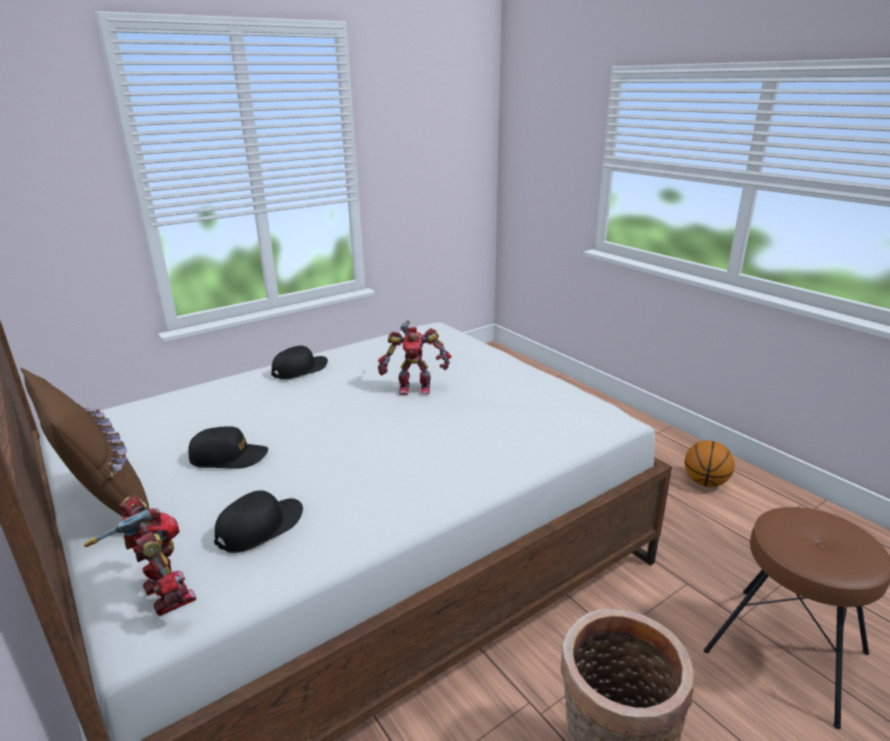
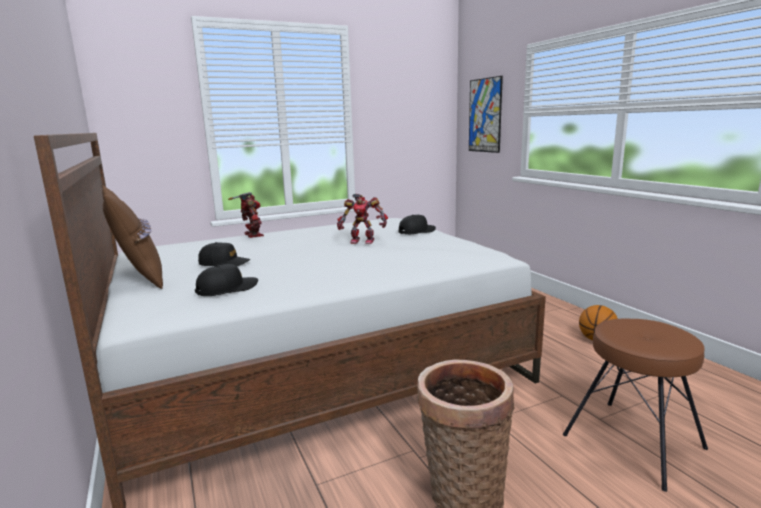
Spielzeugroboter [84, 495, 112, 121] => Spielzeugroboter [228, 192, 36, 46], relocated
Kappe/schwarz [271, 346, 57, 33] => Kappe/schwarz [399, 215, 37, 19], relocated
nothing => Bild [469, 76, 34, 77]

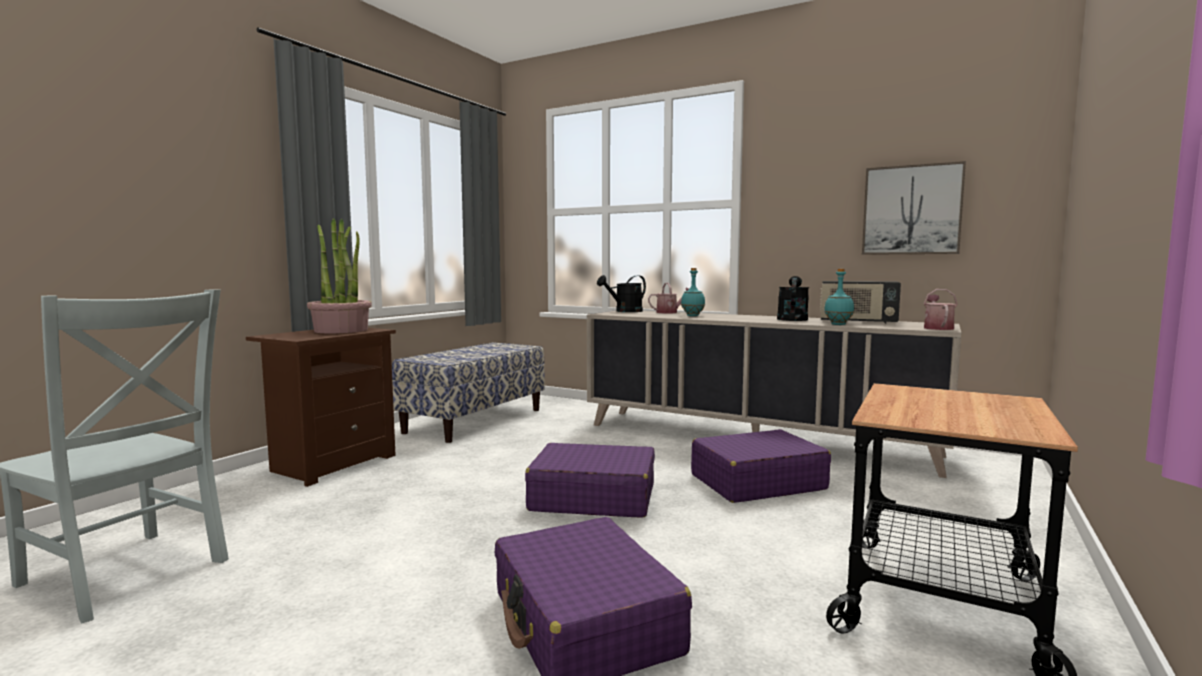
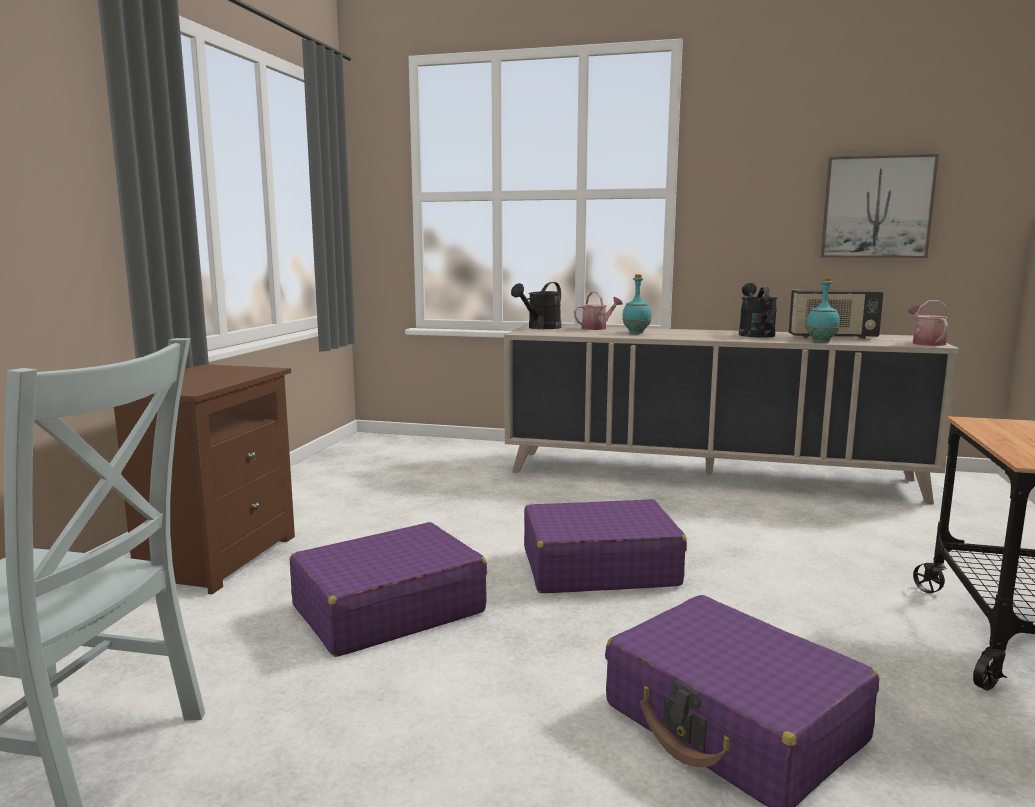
Koffer/lila [691, 429, 140, 74] => Koffer/lila [290, 522, 197, 135], relocated
Topfpflanze [307, 218, 65, 115] => nothing
Bank [392, 342, 153, 101] => nothing

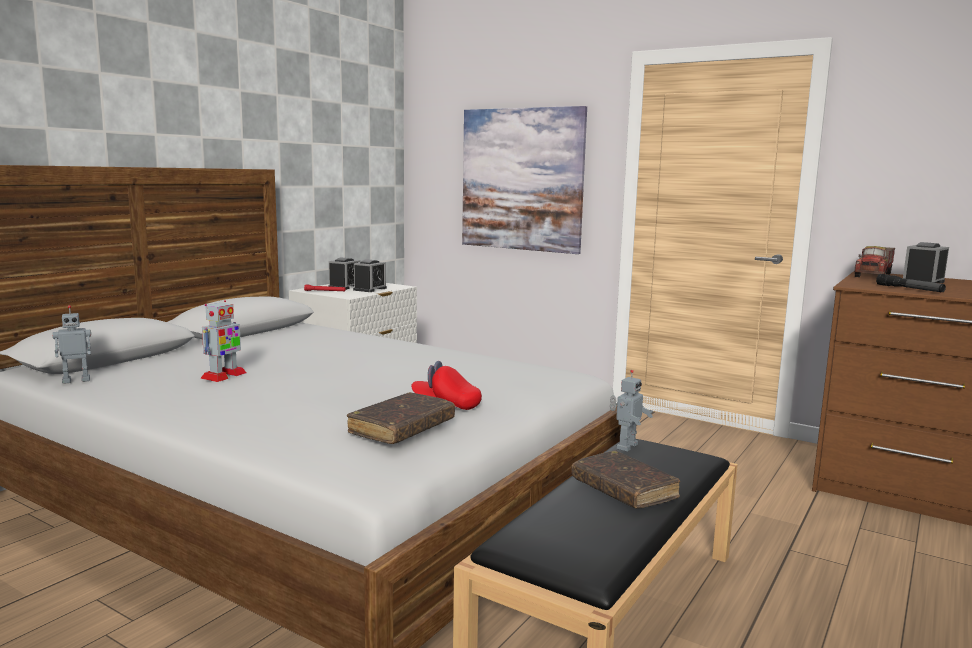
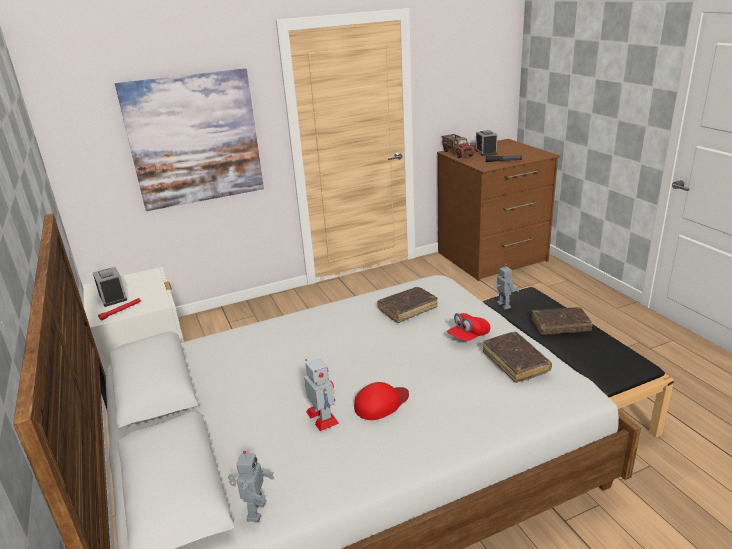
nothing => Kappe/rot [354, 382, 55, 38]
nothing => Buch/braun [377, 287, 61, 36]
Wecker [353, 259, 34, 33] => nothing

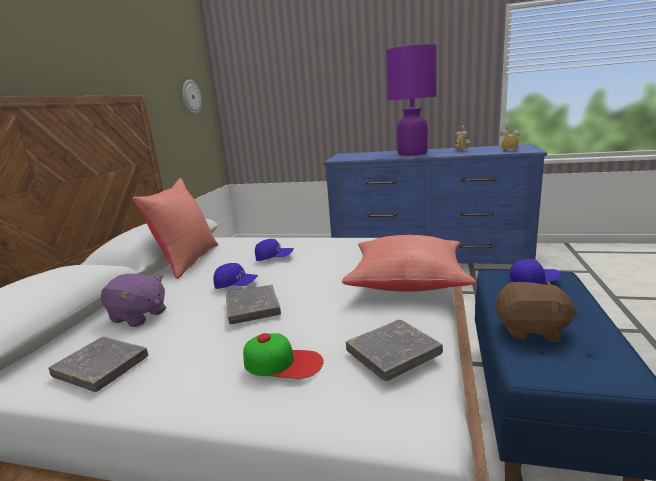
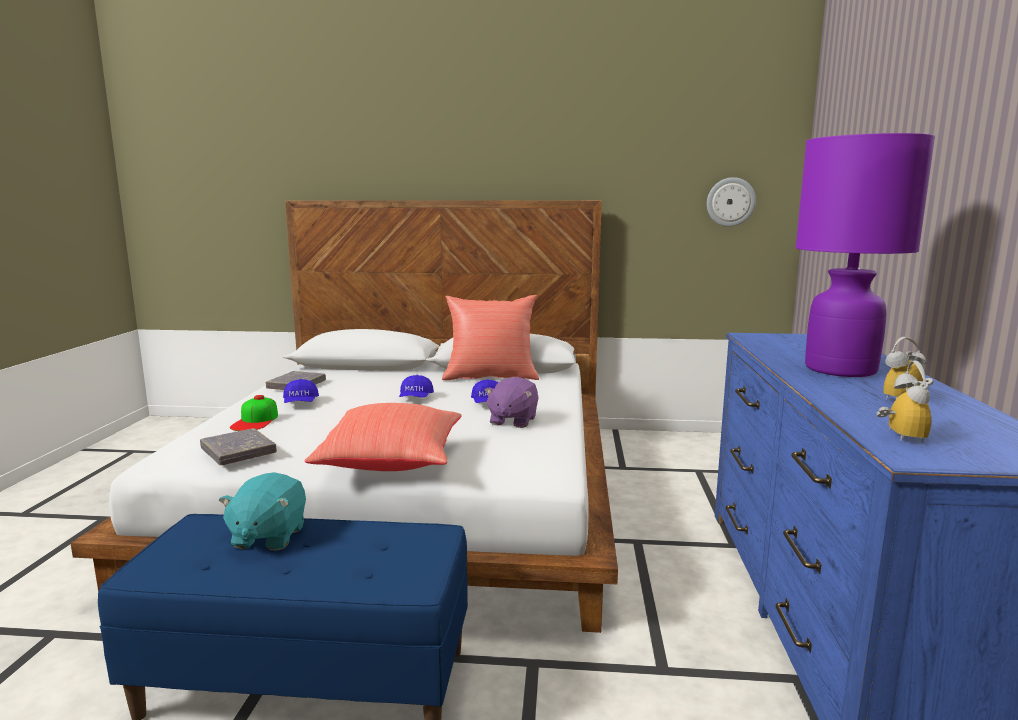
Plüschtier/braun [494, 281, 84, 61] => Plüschtier/türkis [219, 472, 87, 79]
Kappe/blau [509, 259, 52, 25] => Kappe/blau [283, 379, 36, 24], relocated
Plüschtier/lila [101, 274, 65, 53] => Plüschtier/lila [485, 377, 54, 51], relocated
Buch/grau [226, 285, 55, 39] => nothing

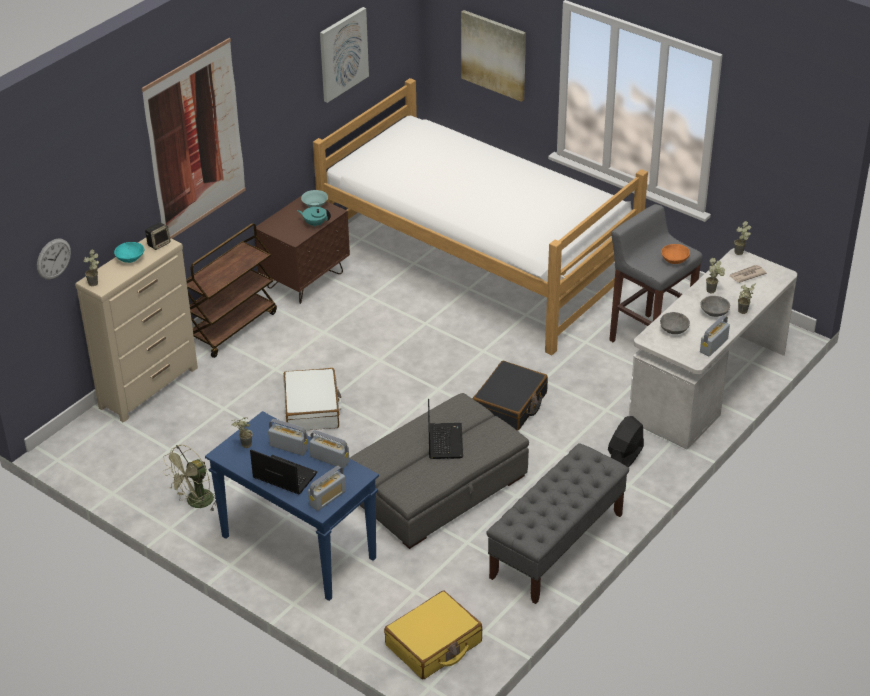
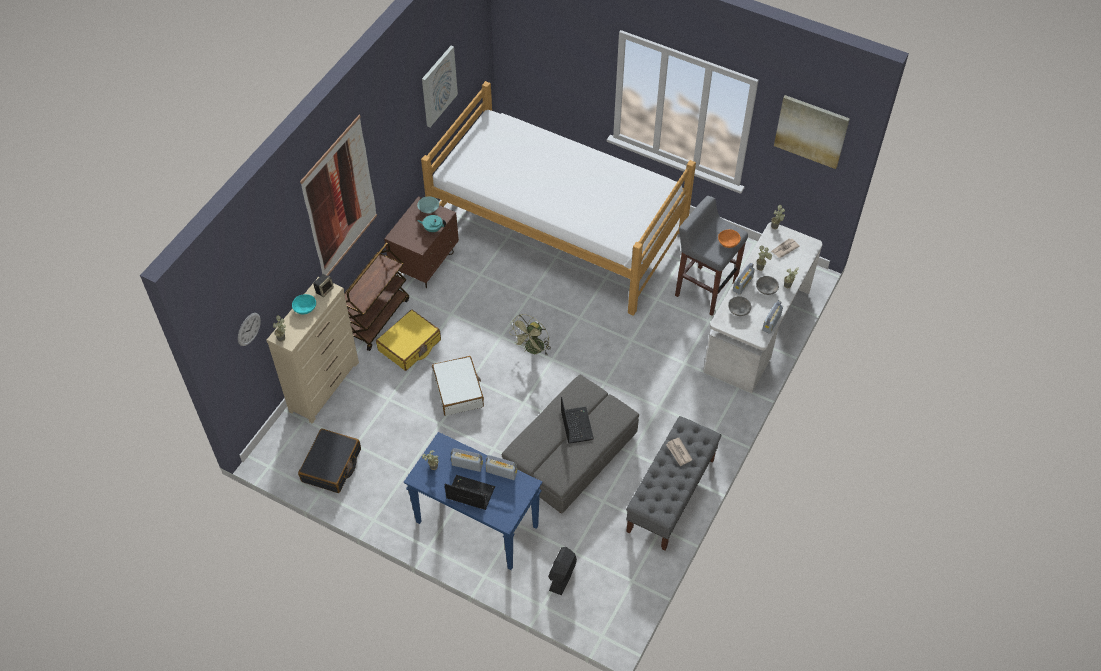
Koffer/schwarz [473, 361, 75, 70] => Koffer/schwarz [298, 428, 63, 65], relocated
Koffer/gelb [384, 591, 98, 88] => Koffer/gelb [376, 310, 65, 61], relocated
Ventilator/grün [163, 444, 54, 68] => Ventilator/grün [509, 314, 42, 41], relocated
Ventilator/schwarz [608, 416, 36, 52] => Ventilator/schwarz [548, 547, 29, 48], relocated
nothing => Zeitung [666, 438, 26, 29]
Radio [308, 466, 38, 45] => Radio [733, 263, 22, 32], relocated
Bild [461, 10, 65, 92] => Bild [774, 95, 76, 74], relocated

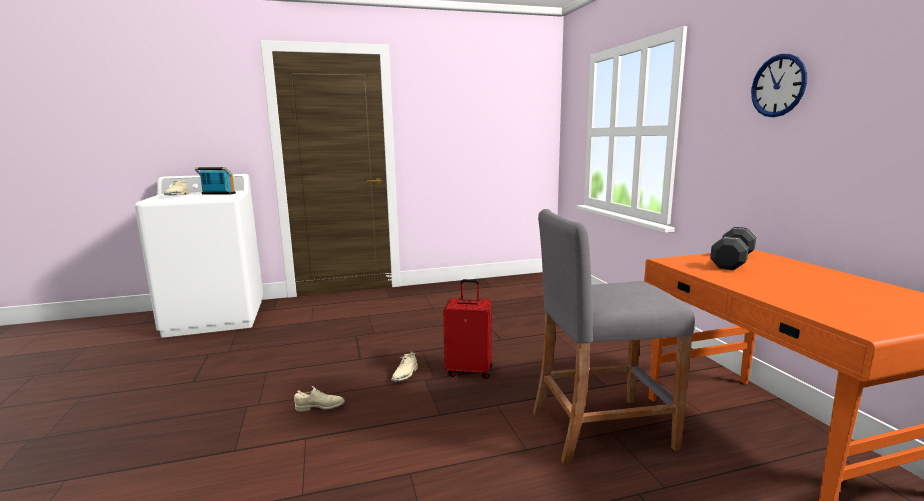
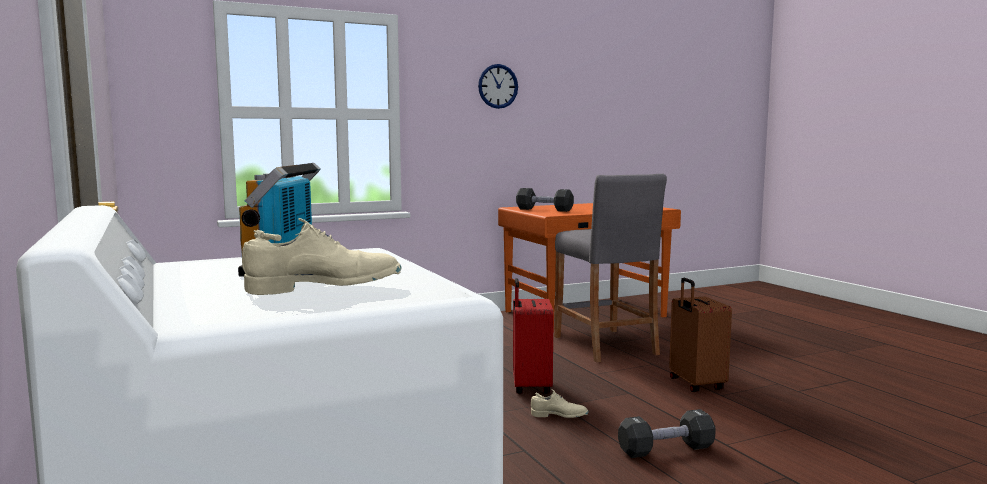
Schuh/beige [294, 386, 51, 26] => Hantel/schwarz [618, 409, 98, 49]
nothing => Koffer/braun [669, 278, 63, 114]

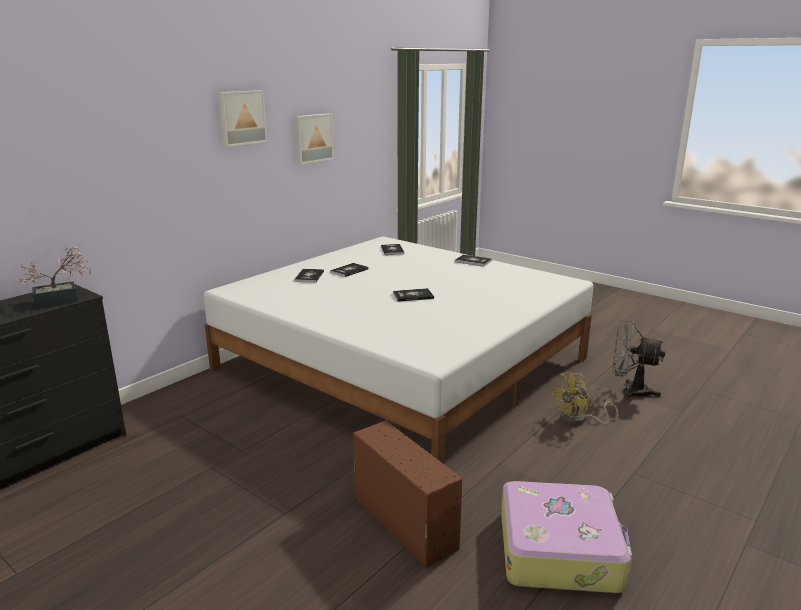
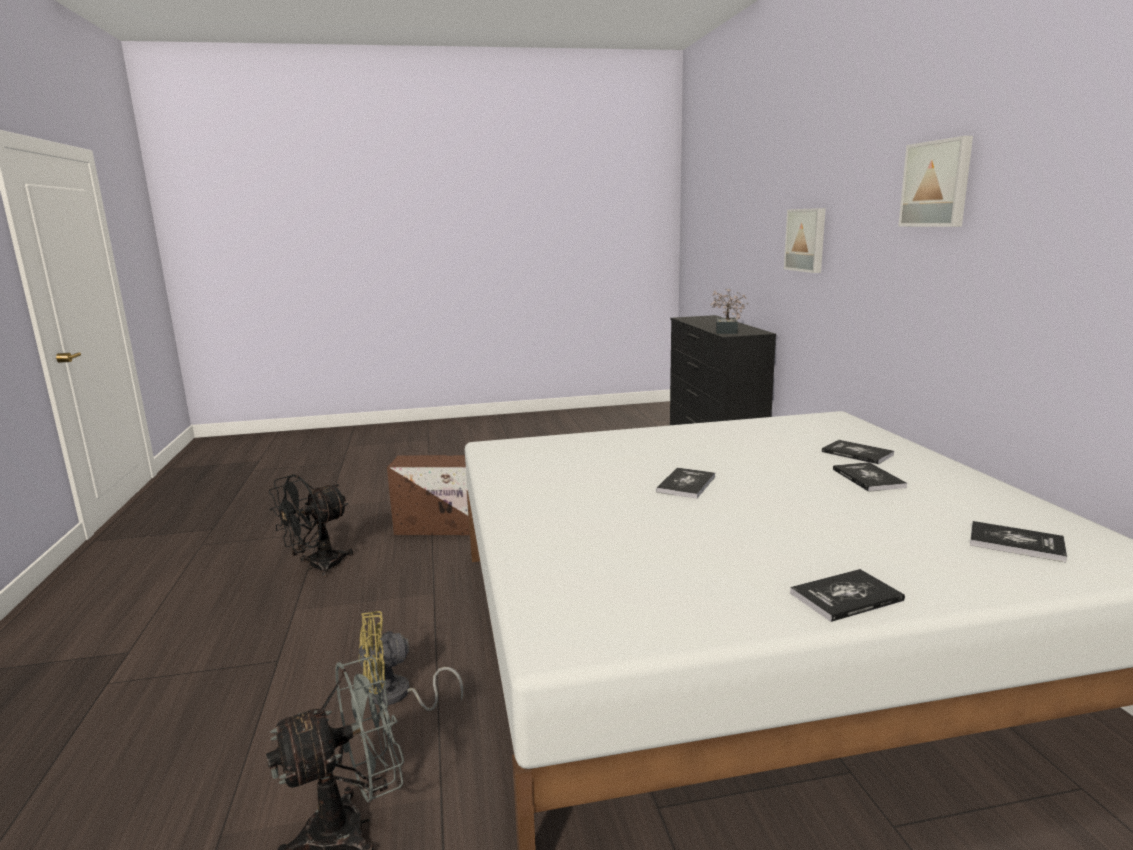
Koffer [501, 481, 131, 112] => Ventilator/schwarz [269, 474, 84, 103]
Ventilator/gelb [551, 372, 67, 53] => Ventilator/gelb [359, 611, 105, 100], 120 degrees counterclockwise
Bild [295, 113, 39, 51] => Bild [784, 208, 42, 65], relocated

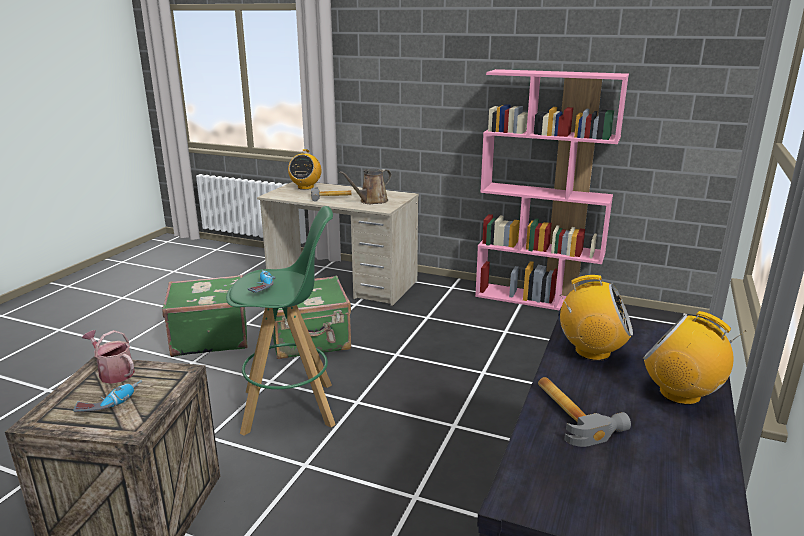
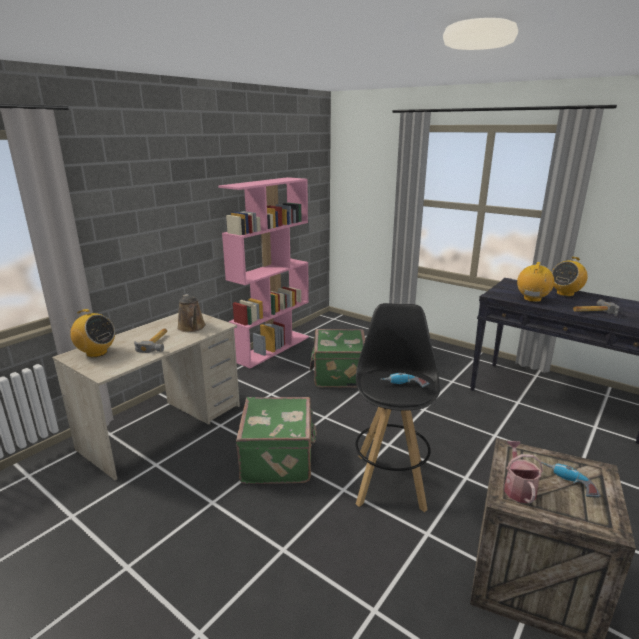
Koffer/grün [162, 275, 86, 82] => Koffer/grün [310, 329, 55, 59], relocated
Hocker/grün [226, 206, 110, 230] => Hocker/schwarz [355, 303, 85, 209]
Gießkanne [82, 330, 53, 54] => Gießkanne [504, 441, 39, 62], 135 degrees clockwise

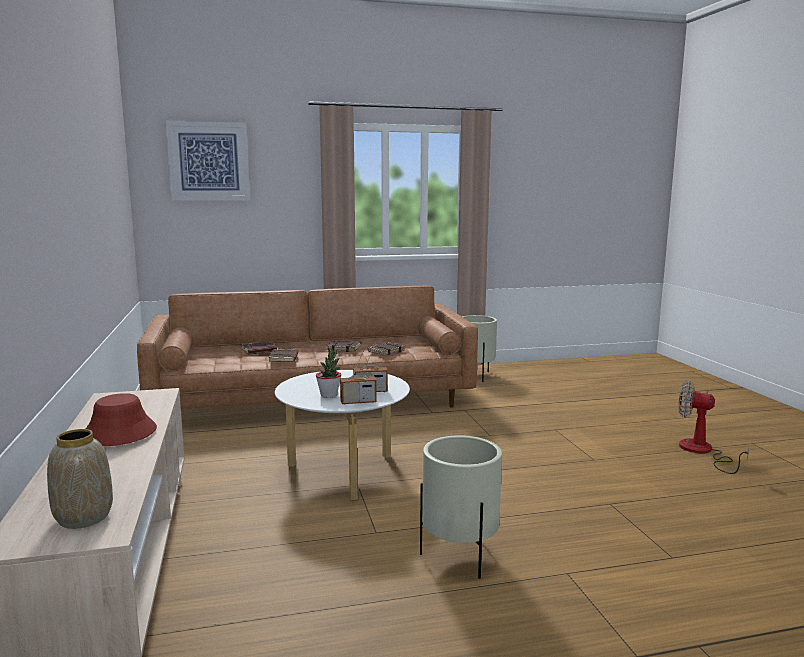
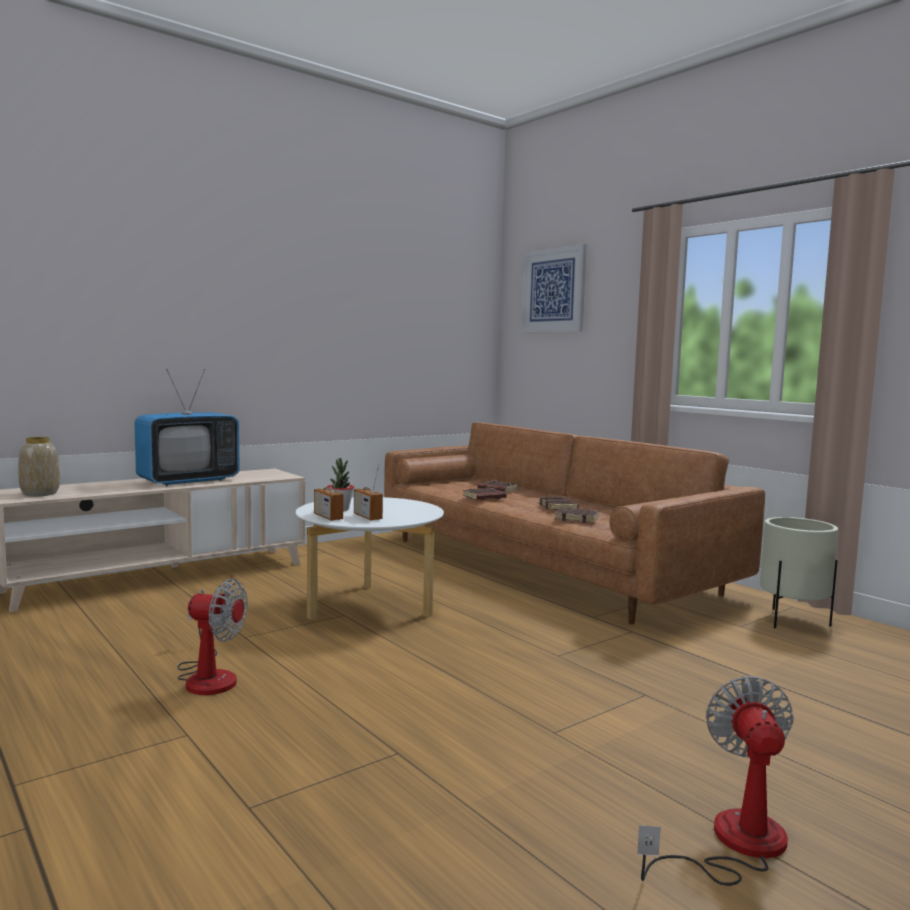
Hut/rot [86, 393, 71, 53] => Fernseher [134, 369, 106, 117]
Pflanzkübel/beige [420, 435, 82, 144] => Ventilator [178, 579, 70, 116]

